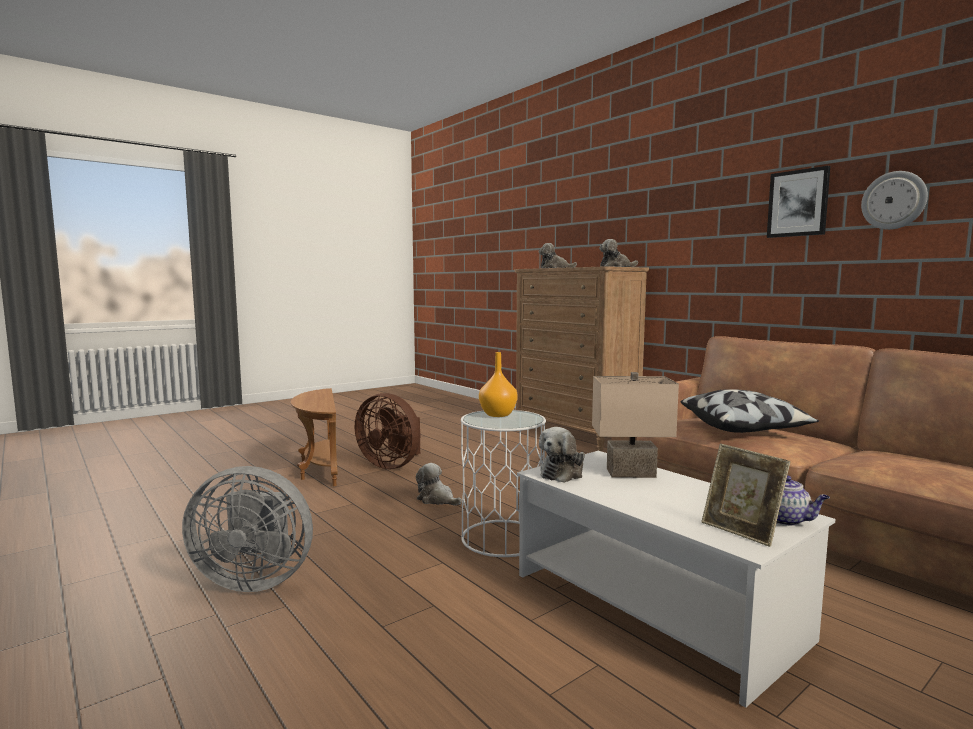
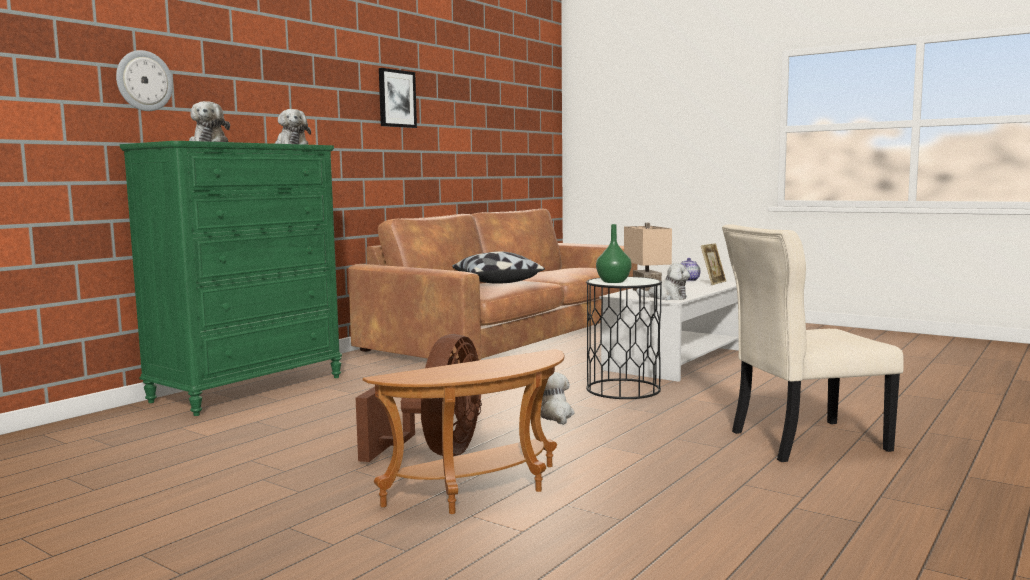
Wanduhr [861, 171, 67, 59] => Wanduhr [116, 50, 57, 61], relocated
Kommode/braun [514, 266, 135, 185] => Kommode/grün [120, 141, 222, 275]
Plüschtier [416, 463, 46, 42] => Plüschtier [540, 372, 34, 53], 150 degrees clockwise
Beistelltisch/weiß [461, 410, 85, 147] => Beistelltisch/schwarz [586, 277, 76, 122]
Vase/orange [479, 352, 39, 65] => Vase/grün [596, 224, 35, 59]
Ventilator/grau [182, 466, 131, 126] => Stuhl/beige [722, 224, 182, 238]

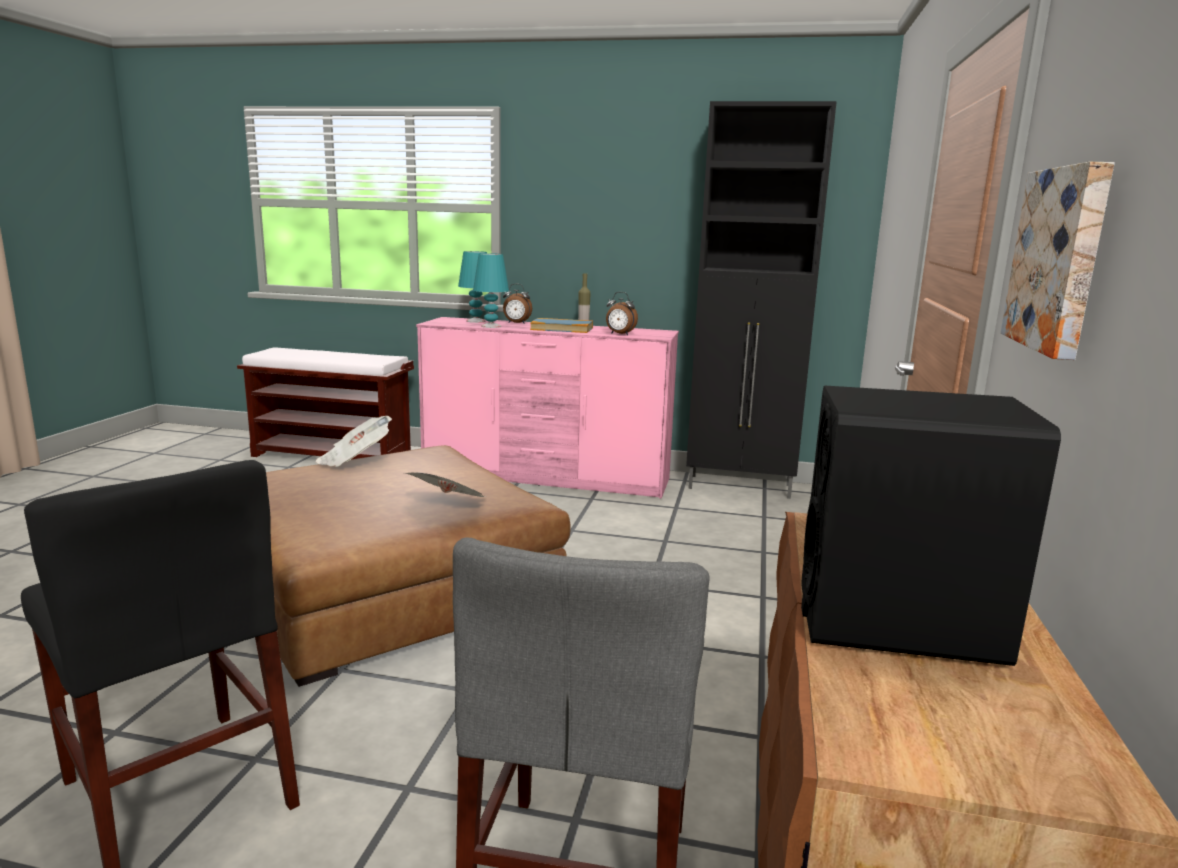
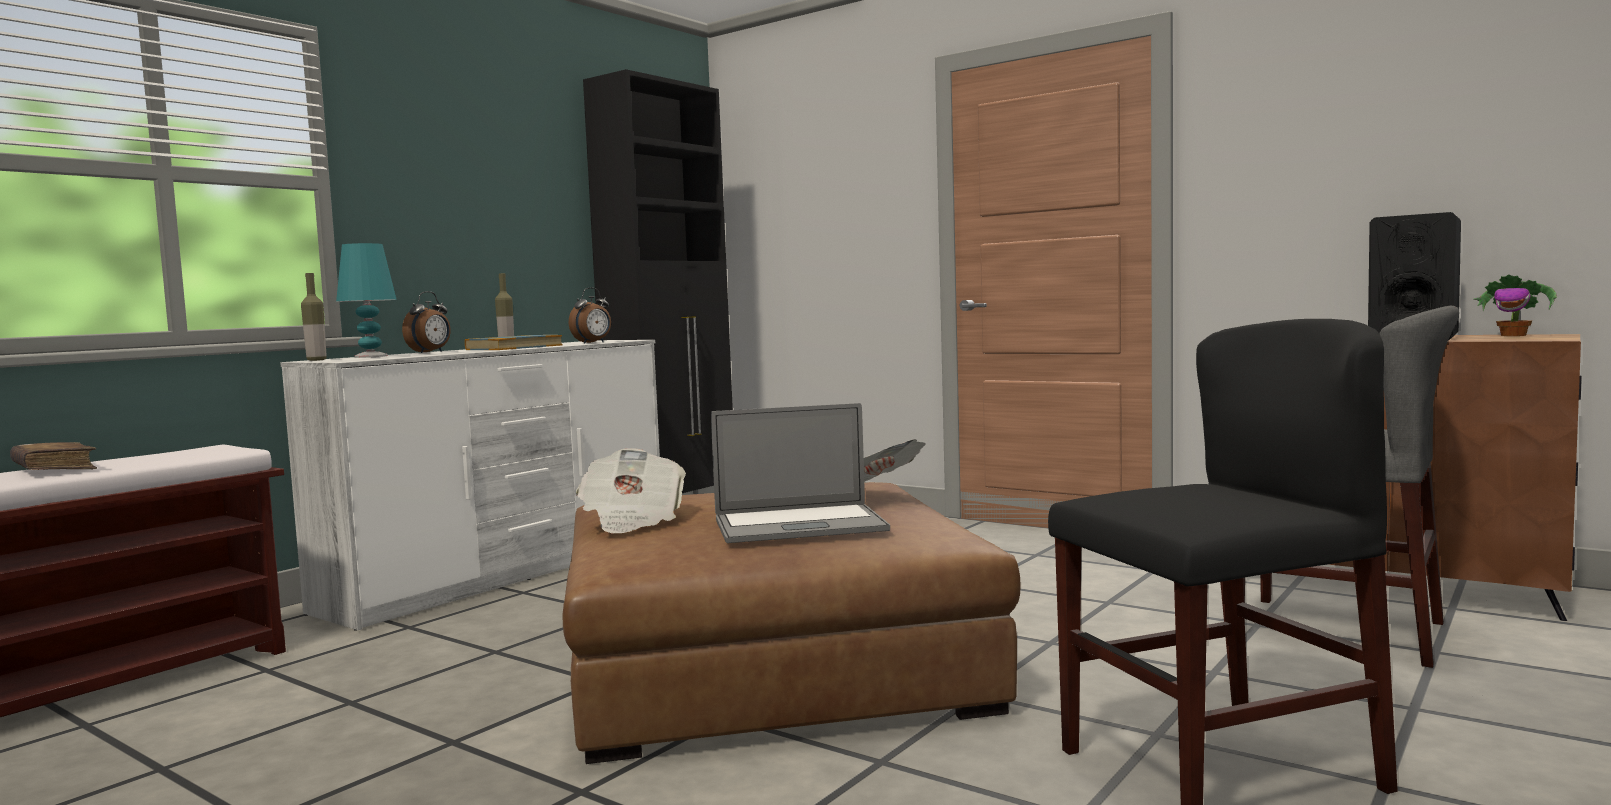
nothing => Buch/braun [10, 442, 87, 28]
Kommode/rosa [416, 317, 263, 181] => Kommode/weiß [280, 340, 380, 291]
nothing => Flasche [301, 273, 26, 88]
nothing => Laptop [711, 403, 179, 140]
nothing => Topfpflanze [1474, 274, 83, 62]
Tischlampe/türkis [473, 253, 36, 75] => nothing
Bild [1001, 162, 114, 198] => nothing

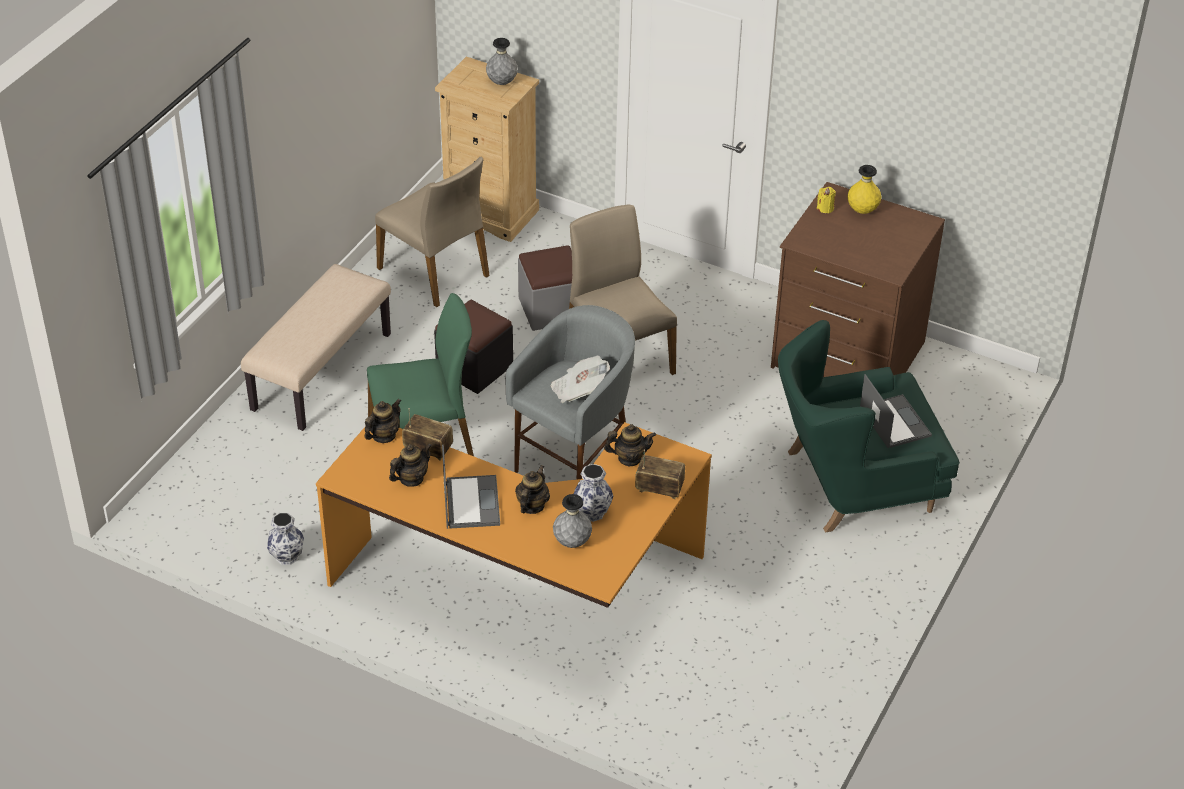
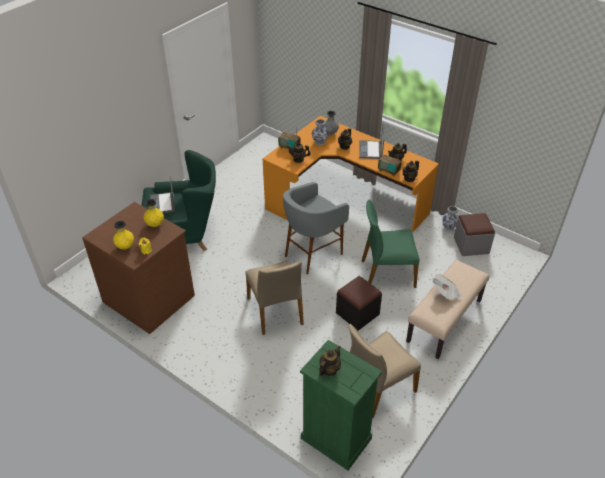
nothing => Vase/gelb [144, 199, 20, 28]
Kommode/beige [435, 57, 104, 185] => Kommode/grün [300, 340, 82, 130]
Vase/grau [486, 38, 32, 47] => Teekanne [319, 346, 22, 30]
Stuhl/beige [375, 157, 115, 150] => Stuhl/beige [349, 324, 72, 95], 90 degrees counterclockwise
Zeitung [551, 356, 59, 47] => Zeitung [432, 274, 30, 26], relocated
Polsterhocker/grau [518, 245, 54, 86] => Polsterhocker/grau [454, 213, 41, 43], relocated

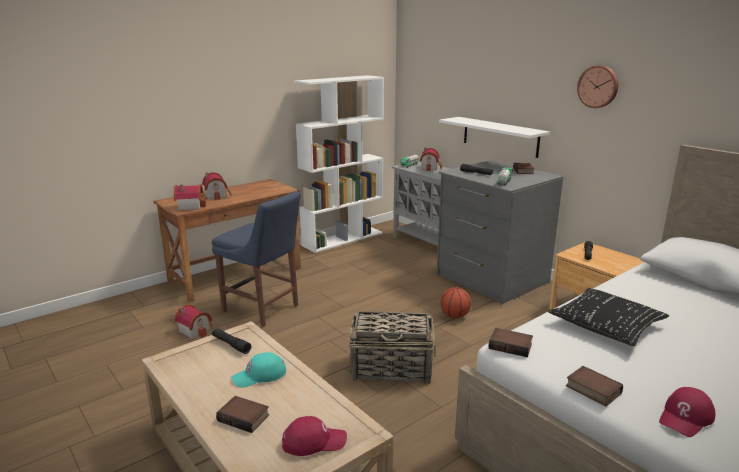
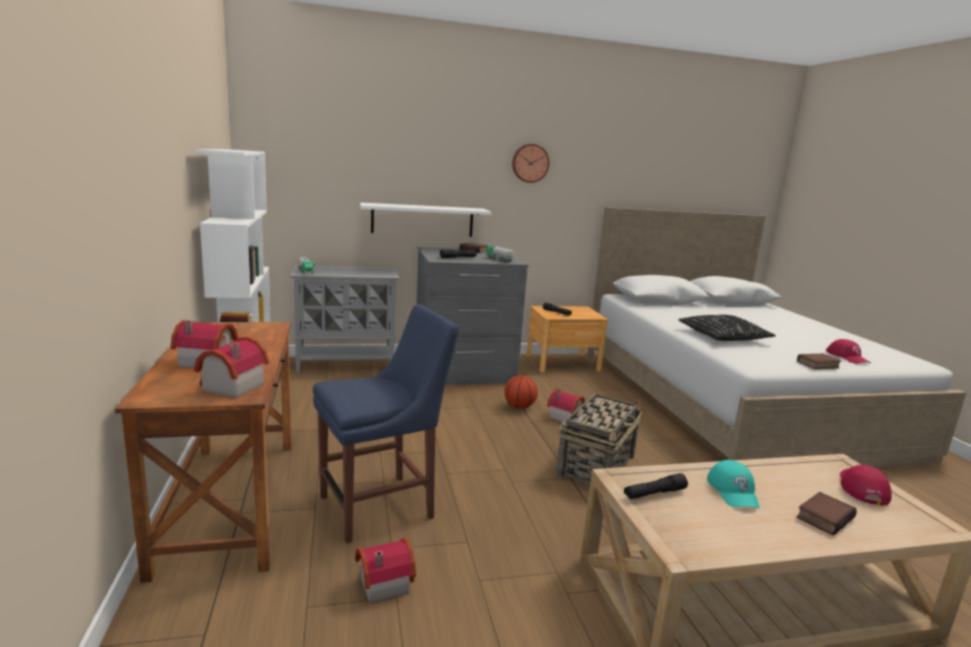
Spielzeughaus [419, 147, 23, 24] => Spielzeughaus [547, 389, 38, 33], relocated
Buch [489, 328, 44, 29] => nothing

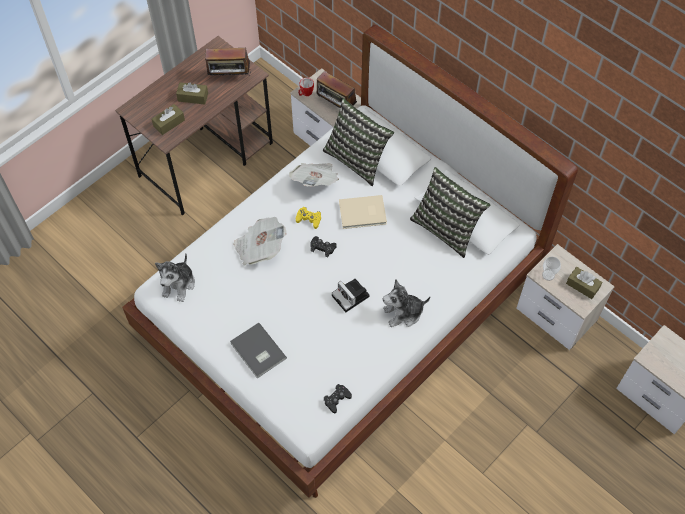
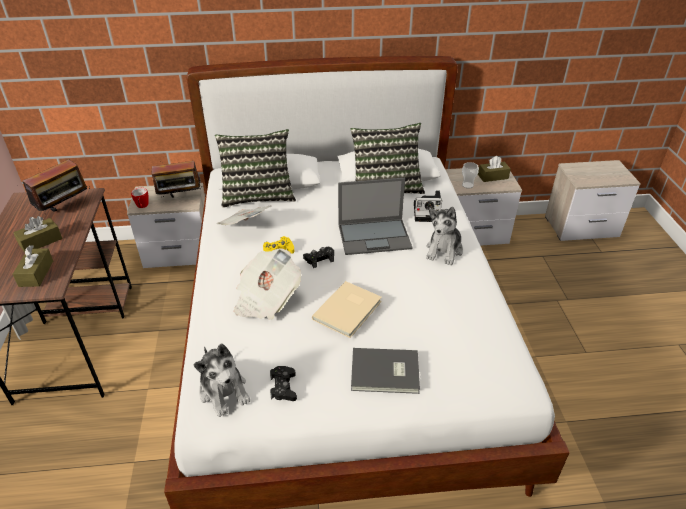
Gamepad/schwarz [324, 384, 28, 29] => Gamepad/schwarz [270, 366, 27, 35], relocated
Buch/beige [339, 195, 48, 34] => Buch/beige [312, 281, 70, 57], relocated
nothing => Laptop [338, 178, 75, 77]
Kamera [332, 279, 37, 33] => Kamera [414, 190, 28, 32], relocated

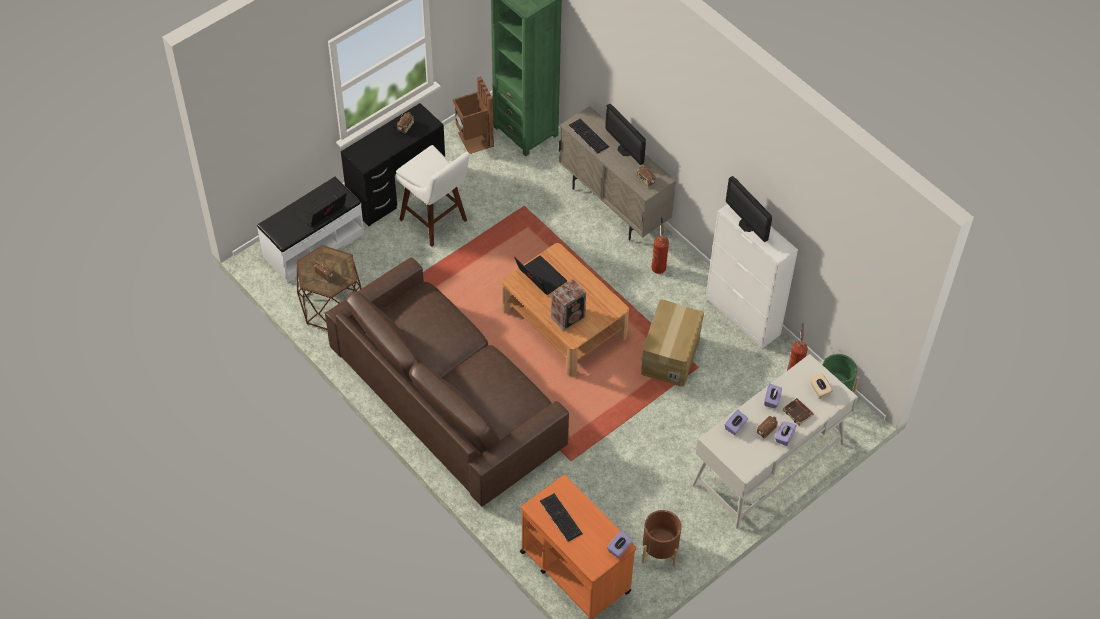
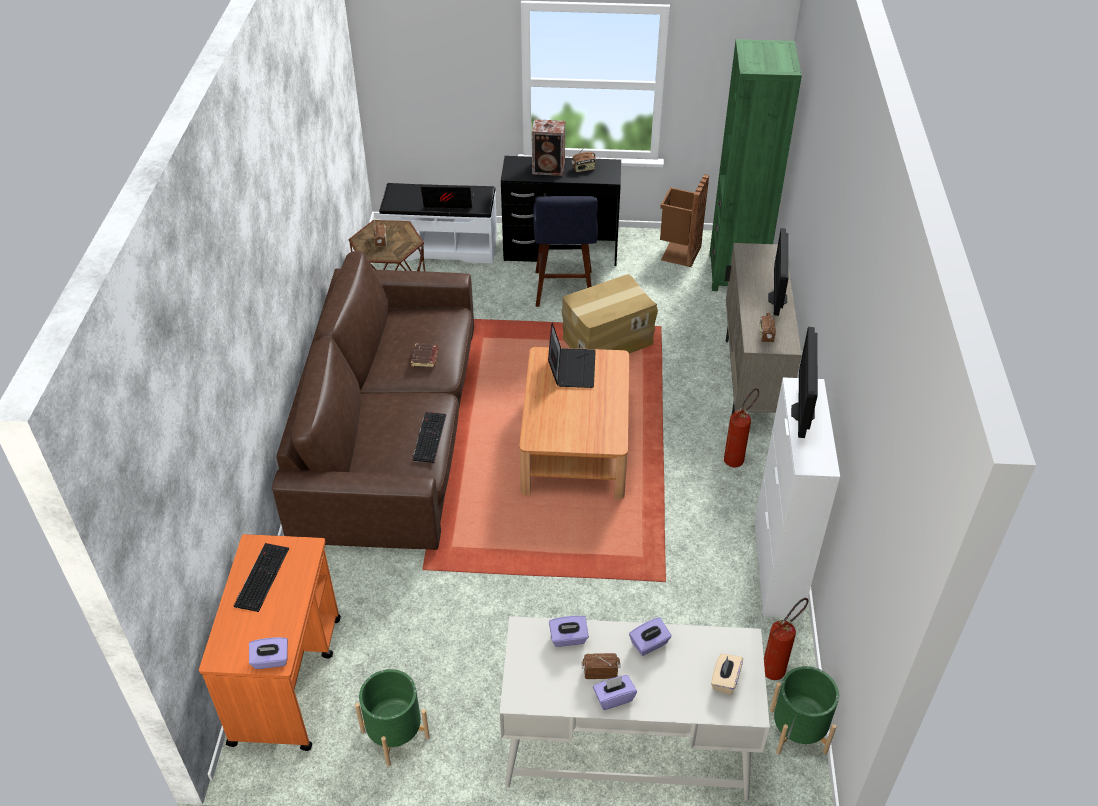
Pflanzkübel/braun [642, 510, 40, 57] => Pflanzkübel/grün [355, 669, 75, 97]
Buch/braun [783, 398, 31, 28] => Buch/braun [411, 344, 28, 23], relocated
Tastatur [569, 118, 40, 36] => Tastatur [413, 412, 33, 51], relocated
Lautsprecher [551, 279, 35, 52] => Lautsprecher [532, 119, 33, 57], relocated
Hocker/weiß [395, 145, 75, 102] => Hocker/blau [533, 196, 65, 111]
Karton [641, 299, 63, 87] => Karton [561, 274, 97, 80], relocated

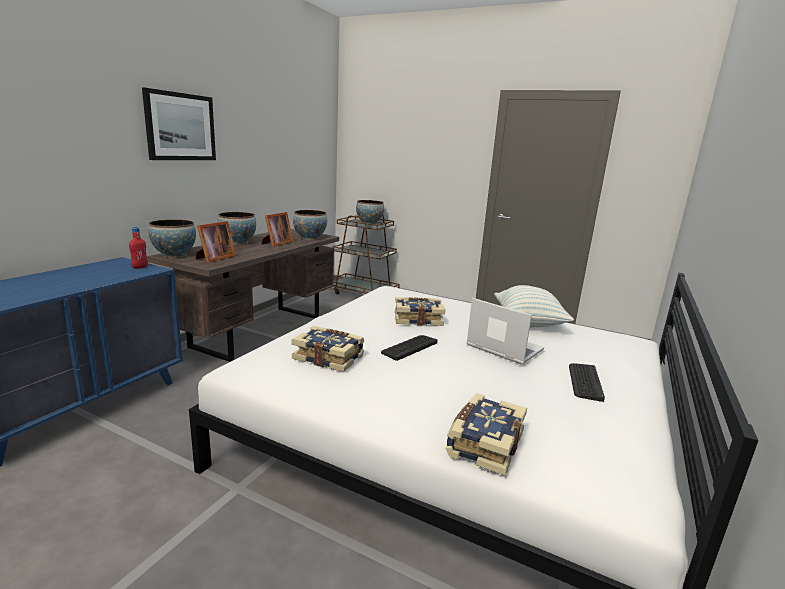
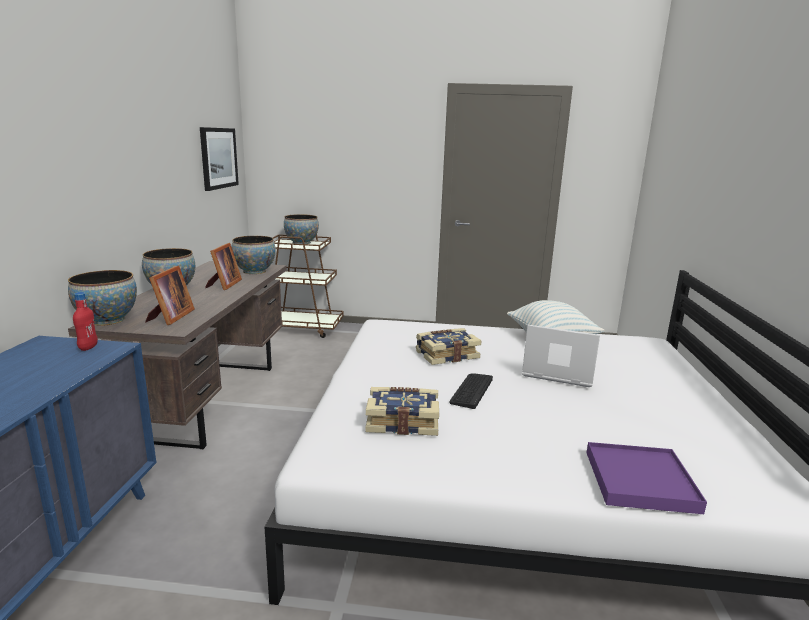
Bild [142, 88, 74, 72] => Bild [200, 127, 39, 64], relocated
Buch [446, 393, 81, 83] => Tablett/lila [587, 442, 120, 72]
Tastatur [569, 363, 36, 39] => nothing

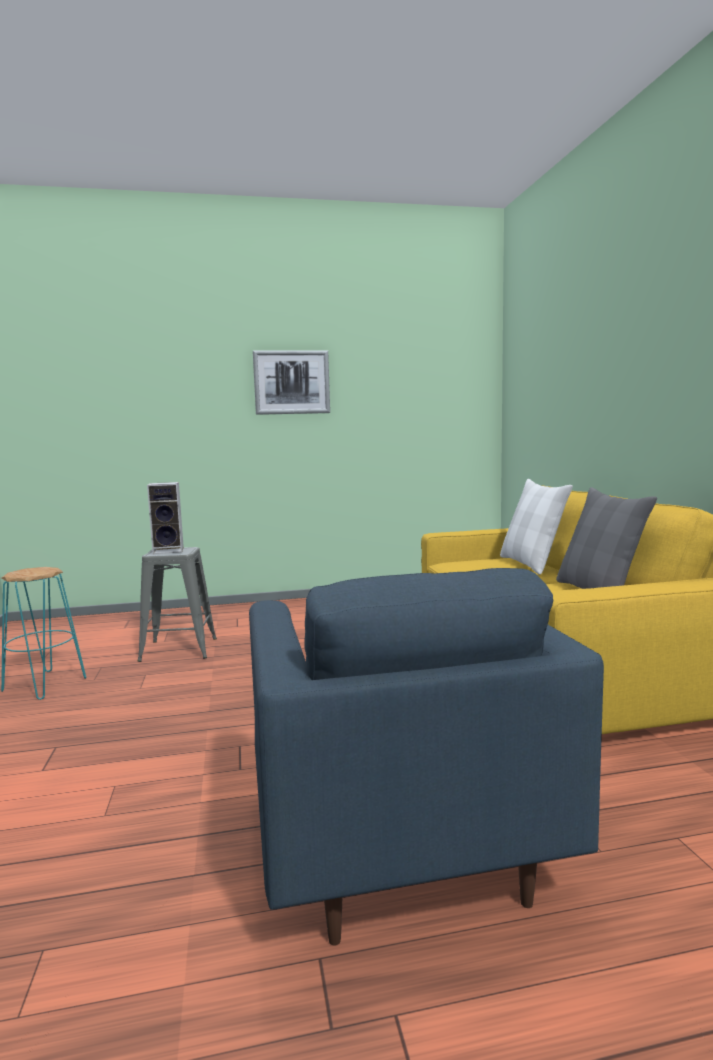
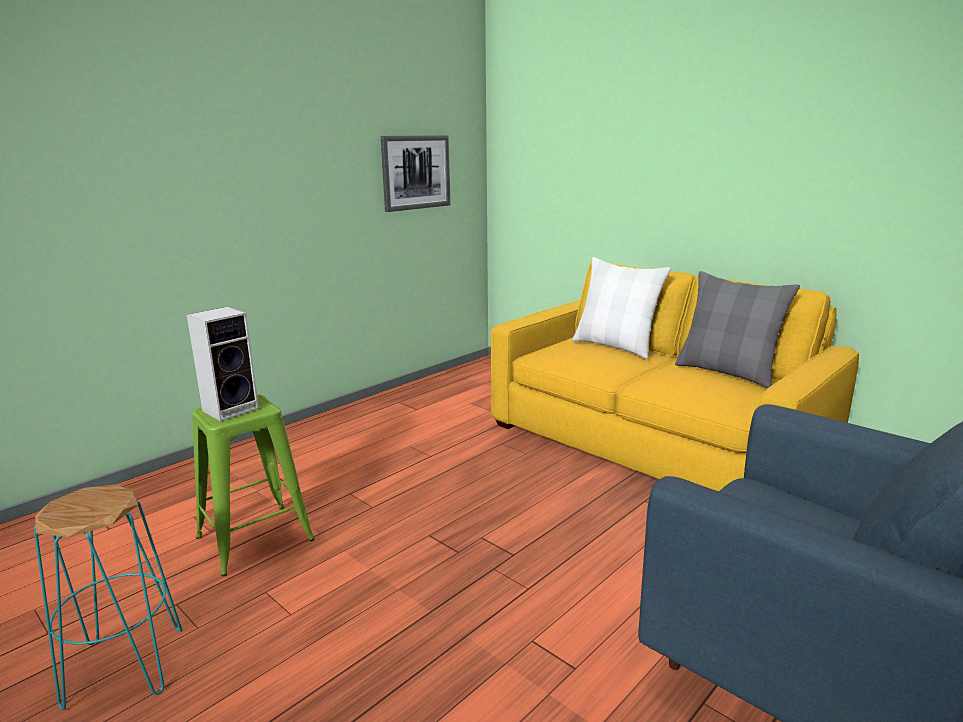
Hocker/grau [137, 547, 80, 115] => Hocker/grün [192, 394, 123, 182]
Bild [253, 351, 77, 64] => Bild [381, 135, 70, 77], relocated

